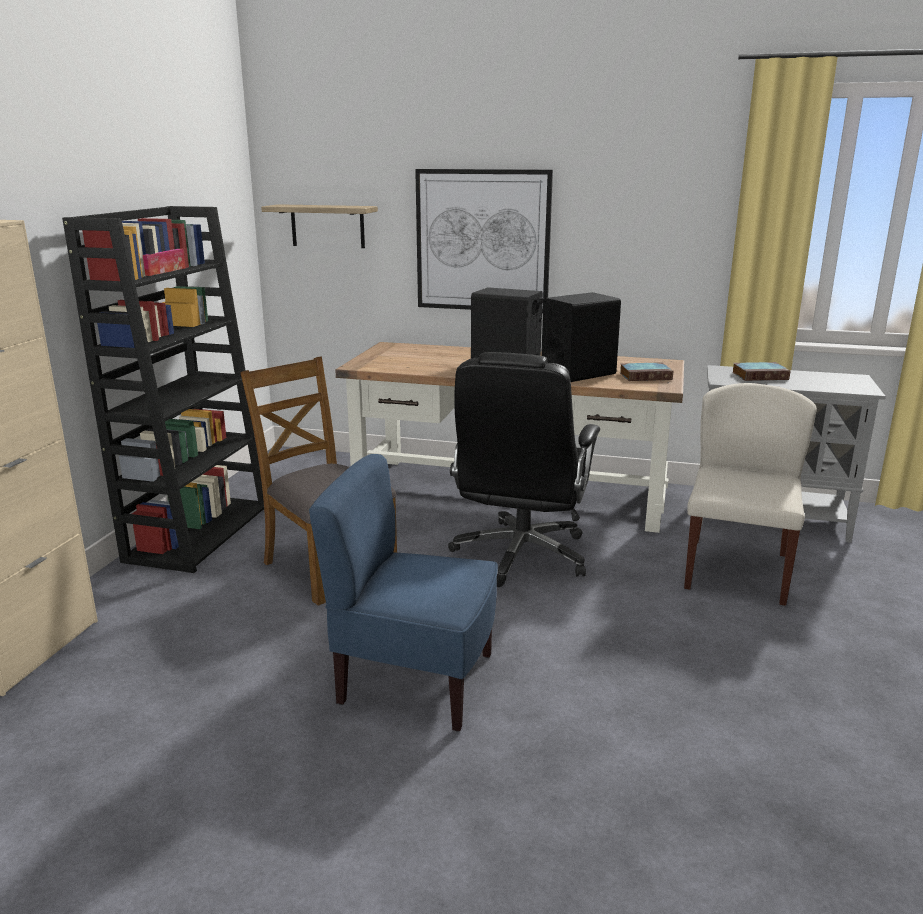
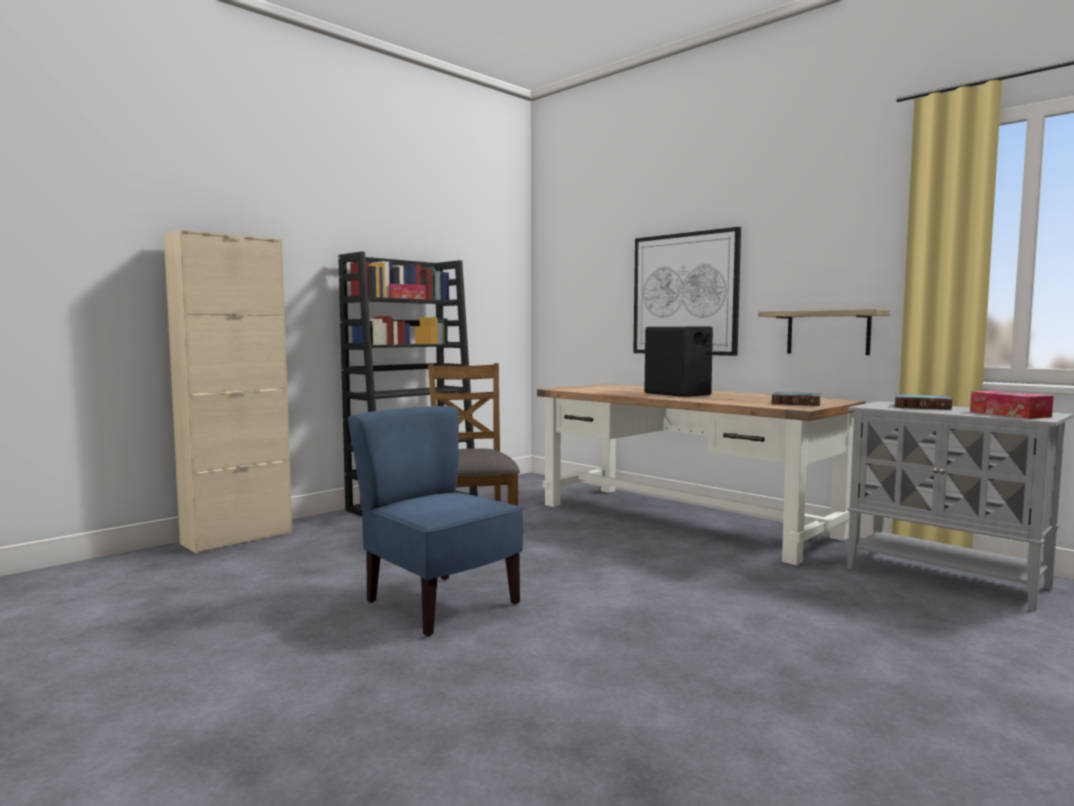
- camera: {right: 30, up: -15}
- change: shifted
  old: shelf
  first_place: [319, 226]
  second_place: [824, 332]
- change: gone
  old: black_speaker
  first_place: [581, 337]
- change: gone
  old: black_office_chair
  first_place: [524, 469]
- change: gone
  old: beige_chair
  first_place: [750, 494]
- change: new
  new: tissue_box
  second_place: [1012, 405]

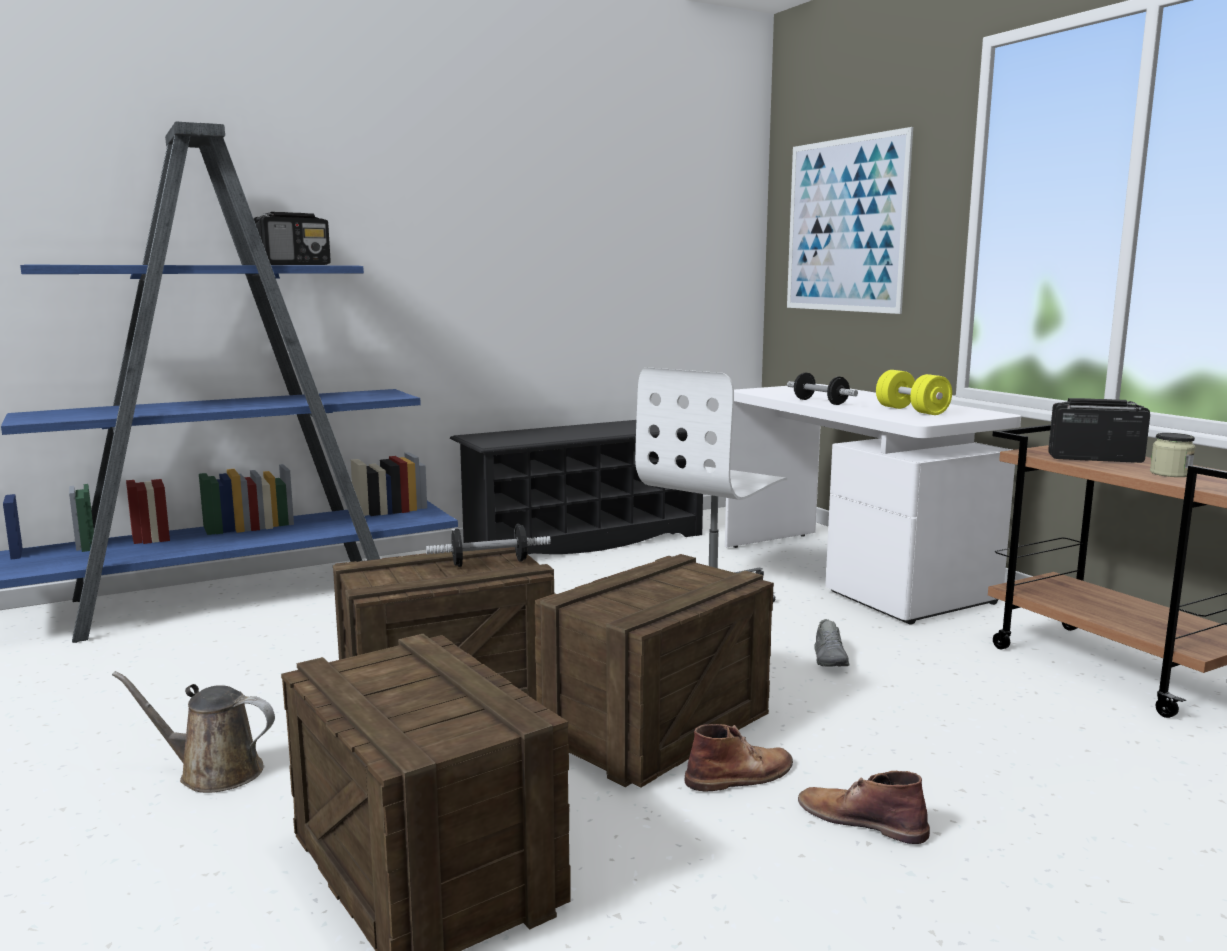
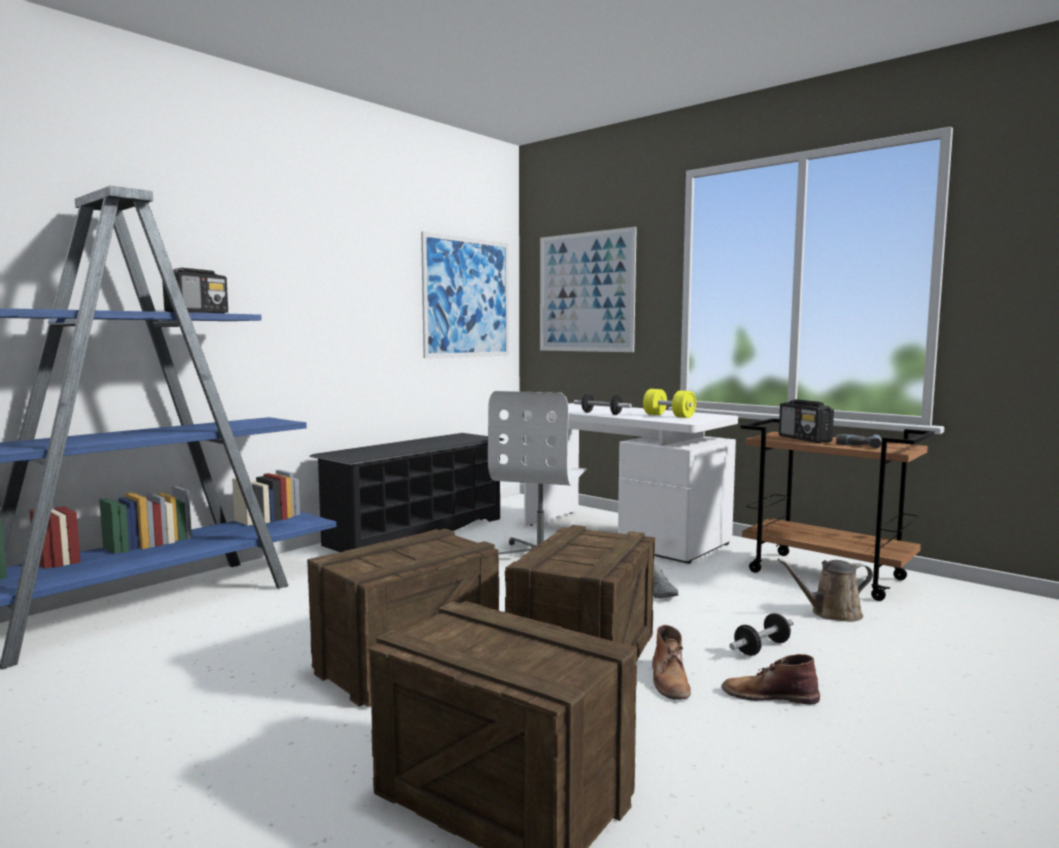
- camera: {right: -20, up: -5}
- change: rotated
  old: radio
  first_place: [1099, 430]
  second_place: [806, 421]
  degrees: -105
- change: swapped
  old: jar
  new: power_drill
  first_place: [1172, 455]
  second_place: [859, 441]
- change: shifted
  old: dumbbell
  first_place: [488, 545]
  second_place: [761, 634]
- change: shifted
  old: brown_watering_can
  first_place: [193, 732]
  second_place: [825, 590]
- change: rotated
  old: brown_boot
  first_place: [738, 758]
  second_place: [671, 662]
  degrees: 135
- change: new
  new: picture
  second_place: [465, 295]

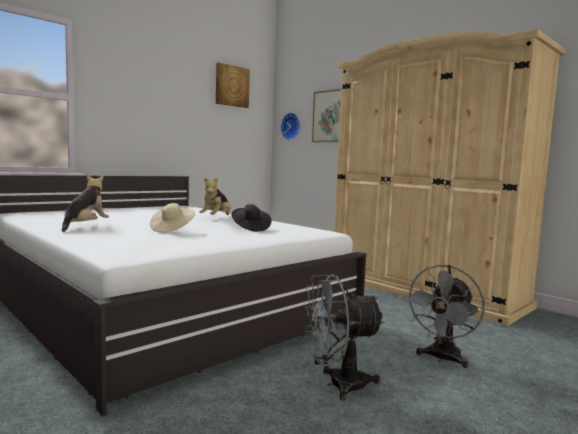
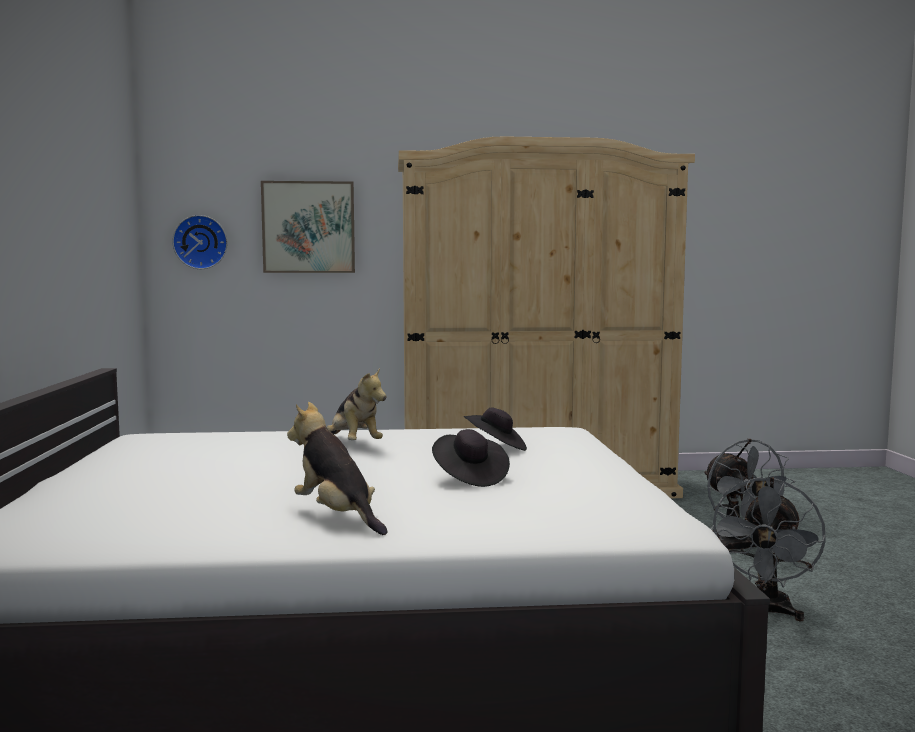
- camera: {right: -50, up: 0}
- change: gone
  old: picture
  first_place: [233, 85]
- change: repainted
  old: beige_hat
  new: black_hat
  first_place: [172, 217]
  second_place: [471, 458]

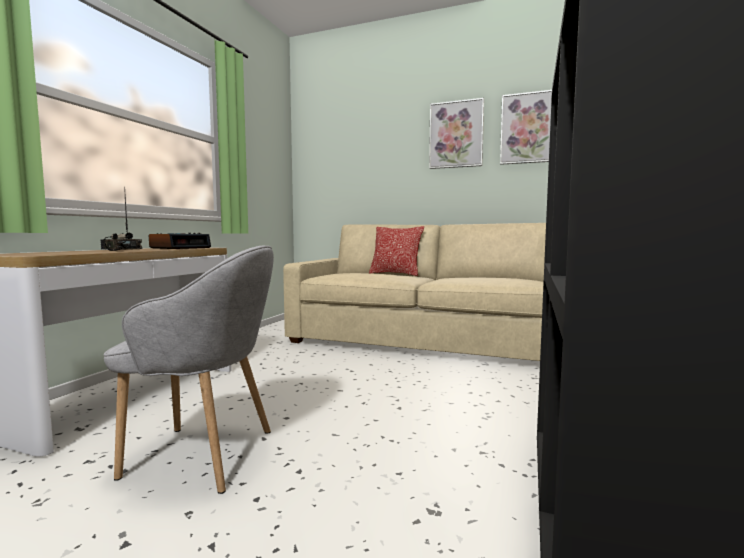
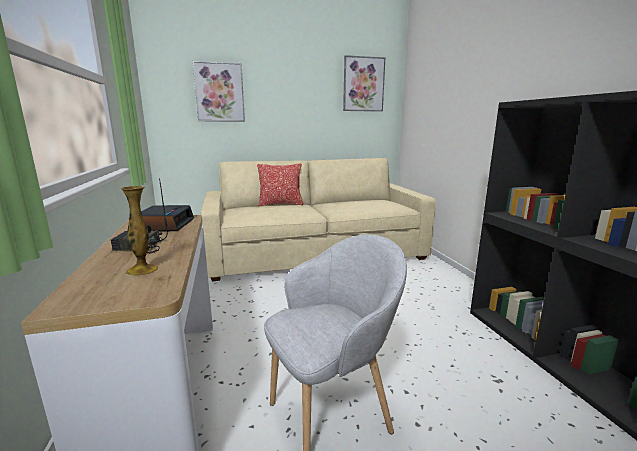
- camera: {right: -35, up: 10}
- change: shifted
  old: picture
  first_place: [456, 133]
  second_place: [219, 91]
- change: new
  new: vase
  second_place: [139, 231]

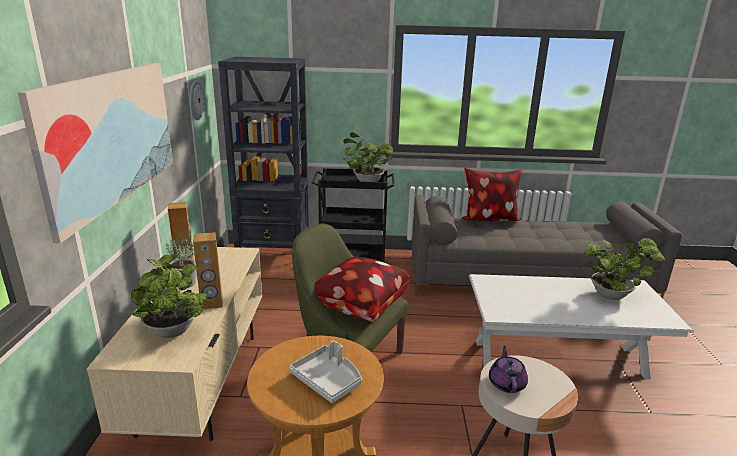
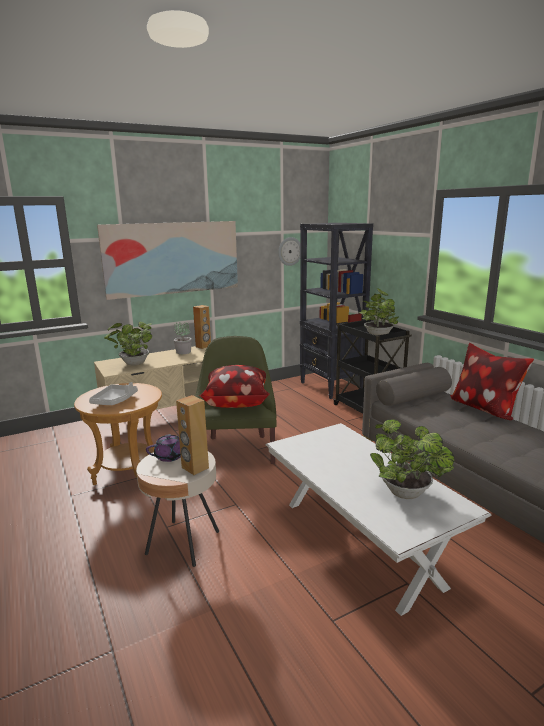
- camera: {right: 60, up: -5}
- change: shifted
  old: brown_speaker
  first_place: [208, 270]
  second_place: [192, 435]

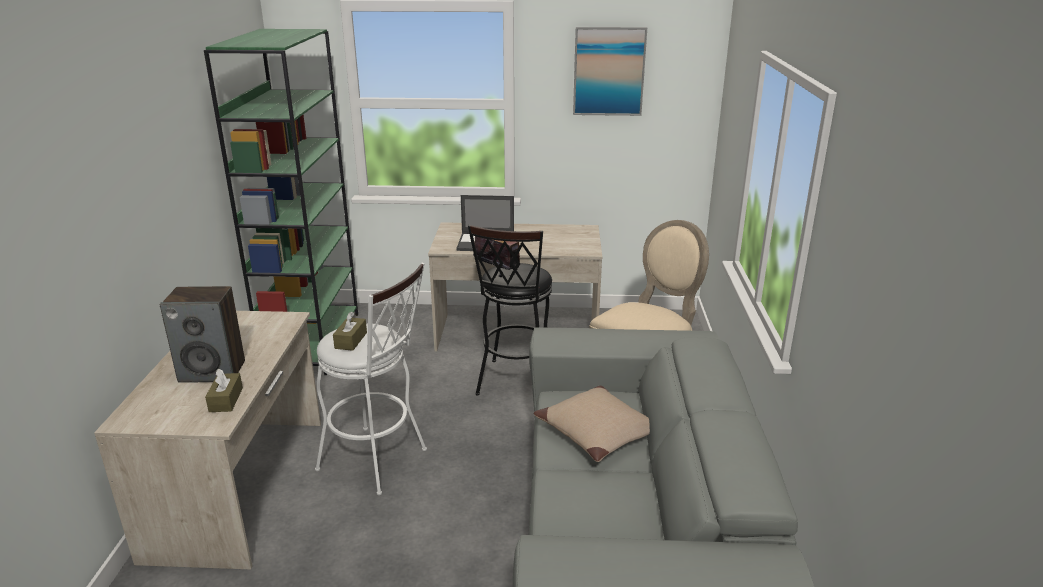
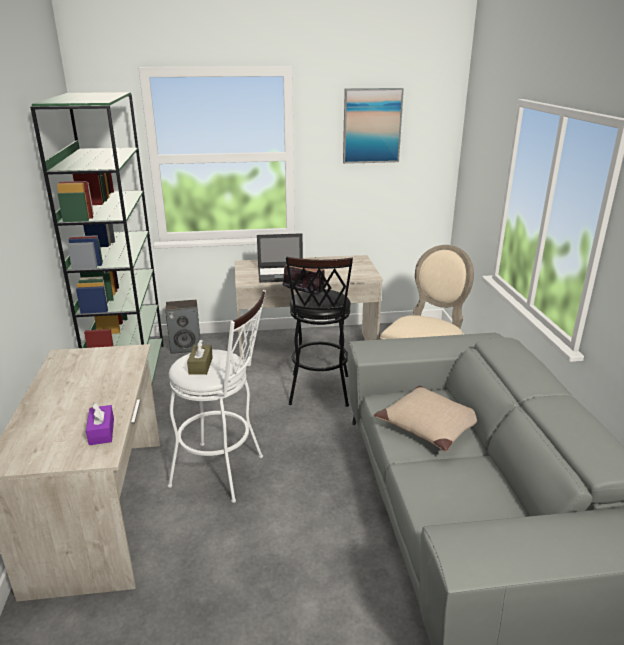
- camera: {right: -10, up: 0}
- change: shifted
  old: speaker
  first_place: [202, 334]
  second_place: [182, 327]
- change: repainted
  old: brown_tissue_box
  new: purple_tissue_box
  first_place: [224, 390]
  second_place: [100, 424]

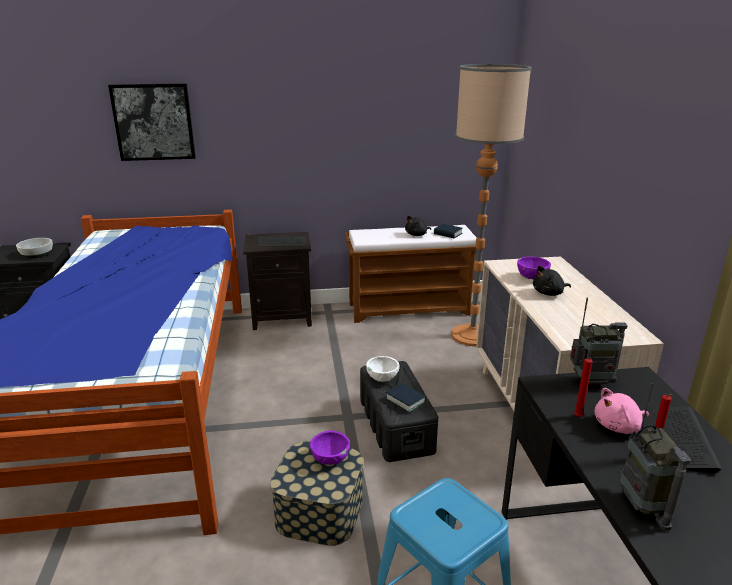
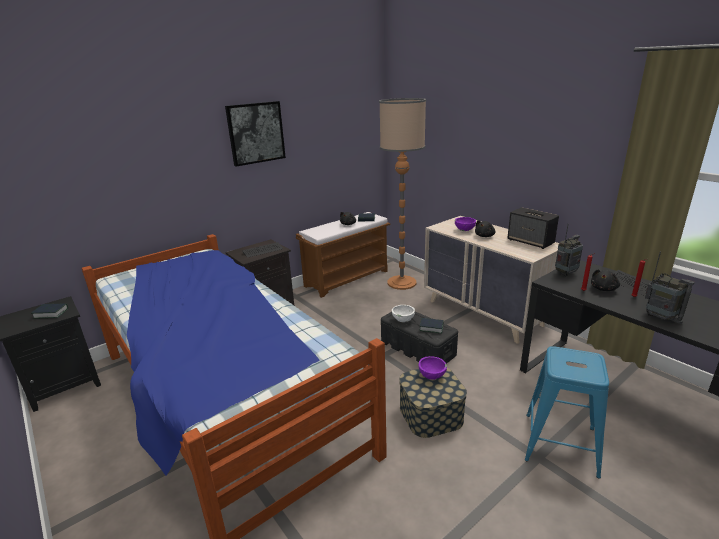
- camera: {right: -30, up: 0}
- change: shifted
  old: picture
  first_place: [152, 122]
  second_place: [255, 134]
- change: swapped
  old: bowl
  new: book
  first_place: [34, 248]
  second_place: [49, 311]
- change: repainted
  old: pink_plush_toy
  new: black_plush_toy
  first_place: [621, 411]
  second_place: [605, 280]
- change: new
  new: speaker
  second_place: [533, 228]

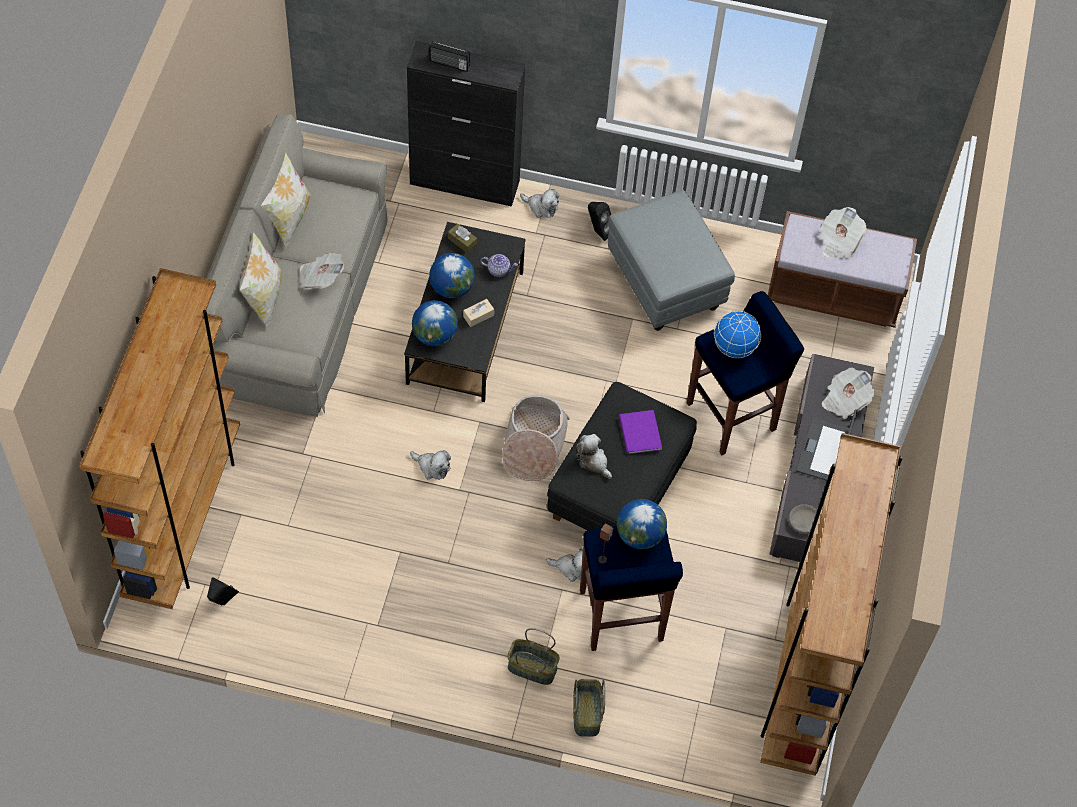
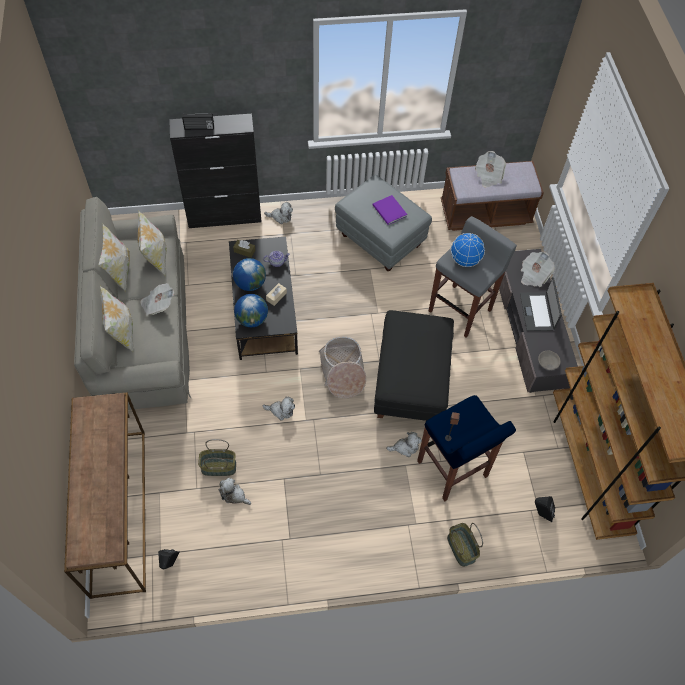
- camera: {right: -20, up: 0}
- change: shifted
  old: black_speaker
  first_place: [599, 221]
  second_place: [545, 509]
- change: swapped
  old: brown_bookcase
  new: brown_console_table
  first_place: [159, 438]
  second_place: [105, 495]
- change: repainted
  old: blue_stool
  new: grey_stool
  first_place: [745, 373]
  second_place: [473, 277]
- change: shifted
  old: purple_book
  first_place: [640, 432]
  second_place: [389, 210]
- change: shifted
  old: plush_toy
  first_place: [594, 456]
  second_place: [235, 491]
- change: gone
  old: globe
  first_place: [642, 524]
- change: shifted
  old: basket
  first_place: [533, 656]
  second_place: [217, 457]
- change: new
  new: pillow
  second_place: [152, 243]

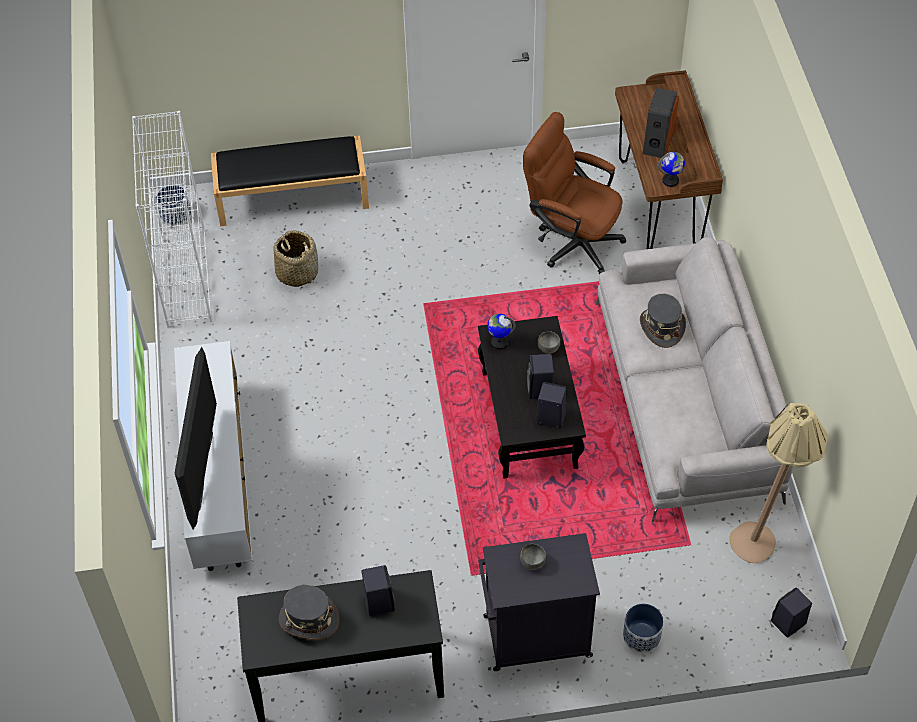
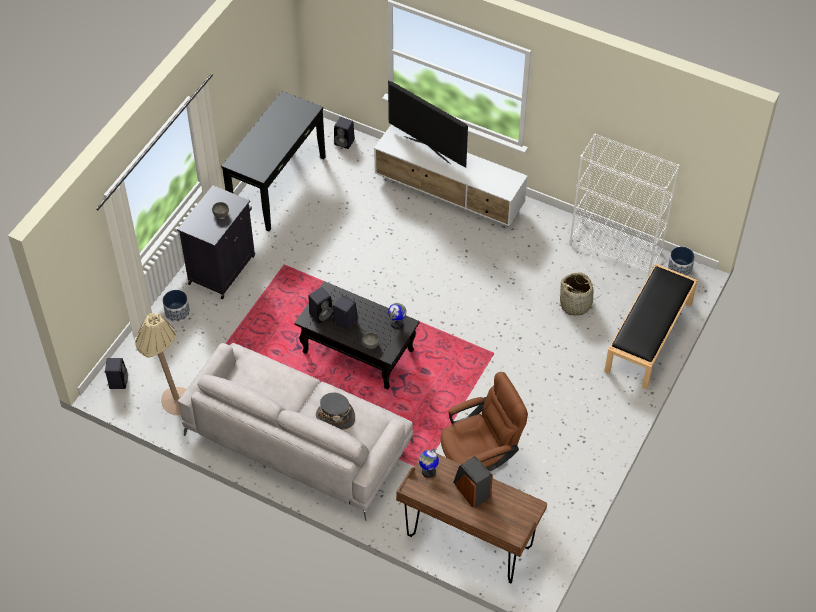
- camera: {right: 125, up: 0}
- change: shifted
  old: black_speaker
  first_place: [378, 590]
  second_place: [344, 133]
- change: gone
  old: grey_hat
  first_place: [309, 612]

